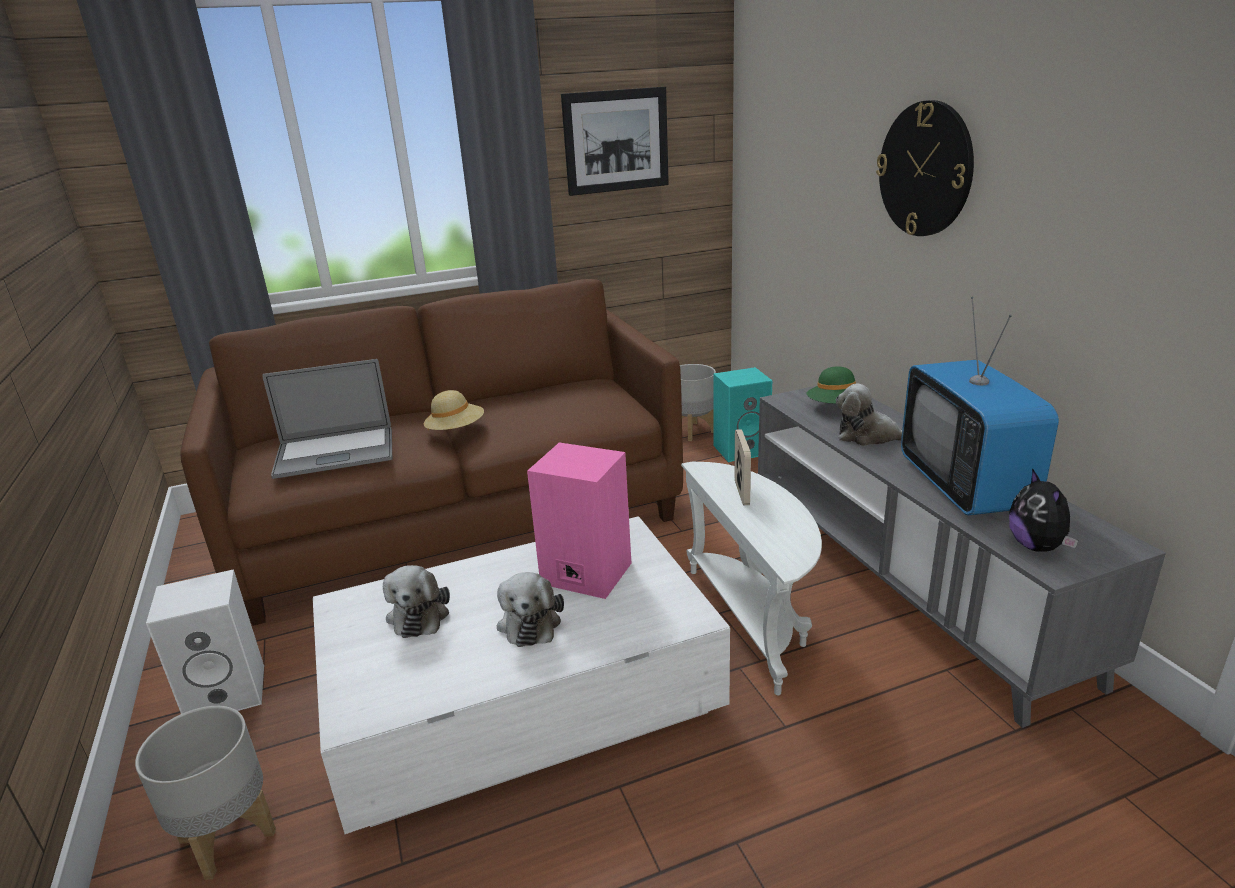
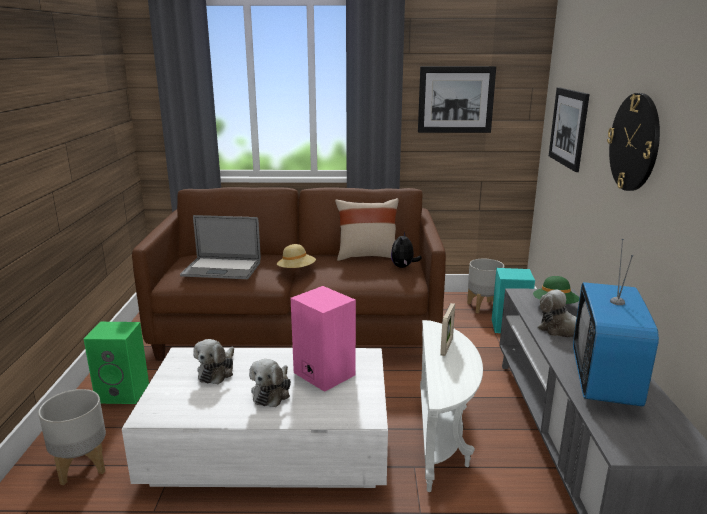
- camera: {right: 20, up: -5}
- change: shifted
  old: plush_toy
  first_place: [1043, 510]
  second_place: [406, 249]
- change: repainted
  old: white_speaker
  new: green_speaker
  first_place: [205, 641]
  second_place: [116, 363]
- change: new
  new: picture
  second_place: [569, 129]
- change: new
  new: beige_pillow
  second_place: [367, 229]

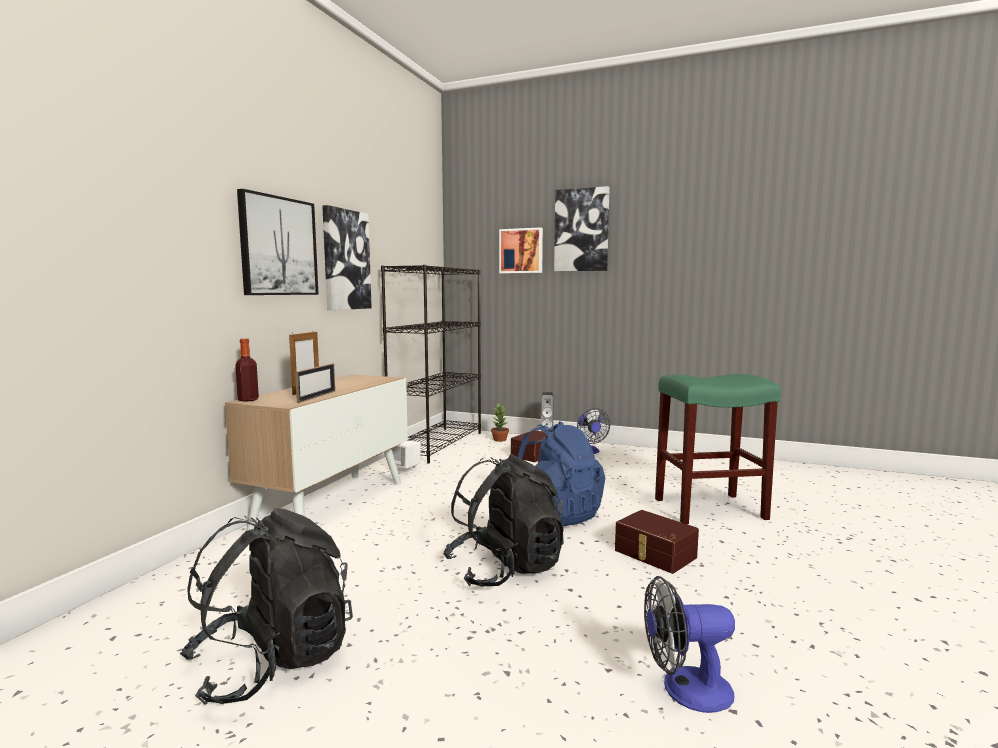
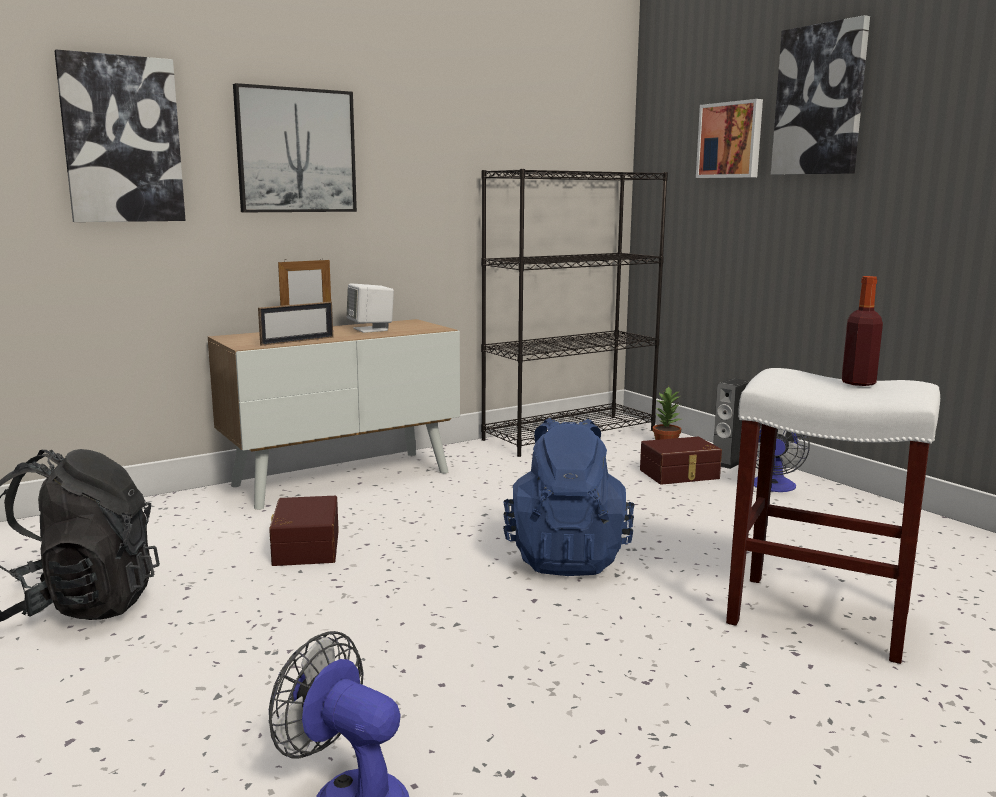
- camera: {right: 35, up: 5}
- change: shifted
  old: picture
  first_place: [347, 257]
  second_place: [120, 136]
- change: shifted
  old: bottle
  first_place: [247, 370]
  second_place: [862, 331]
- change: repainted
  old: green_stool
  new: white_stool
  first_place: [718, 449]
  second_place: [833, 516]
- change: shifted
  old: white_speaker
  first_place: [406, 457]
  second_place: [370, 308]
- change: gone
  old: black_backpack
  first_place: [503, 520]
- change: shifted
  old: brown_storage_box
  first_place: [657, 542]
  second_place: [304, 531]

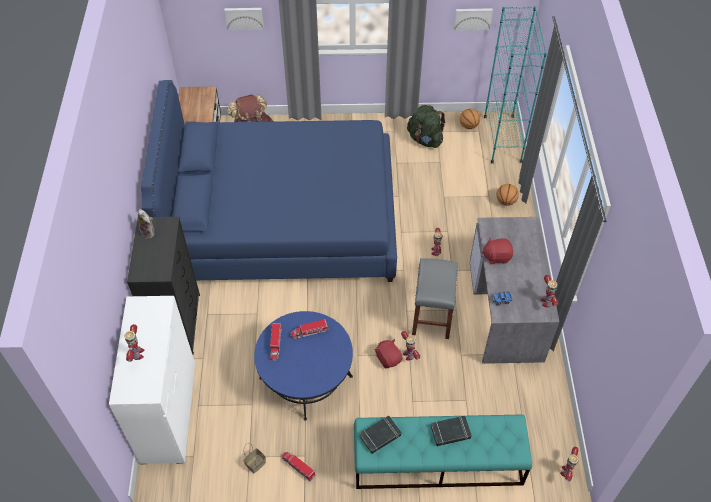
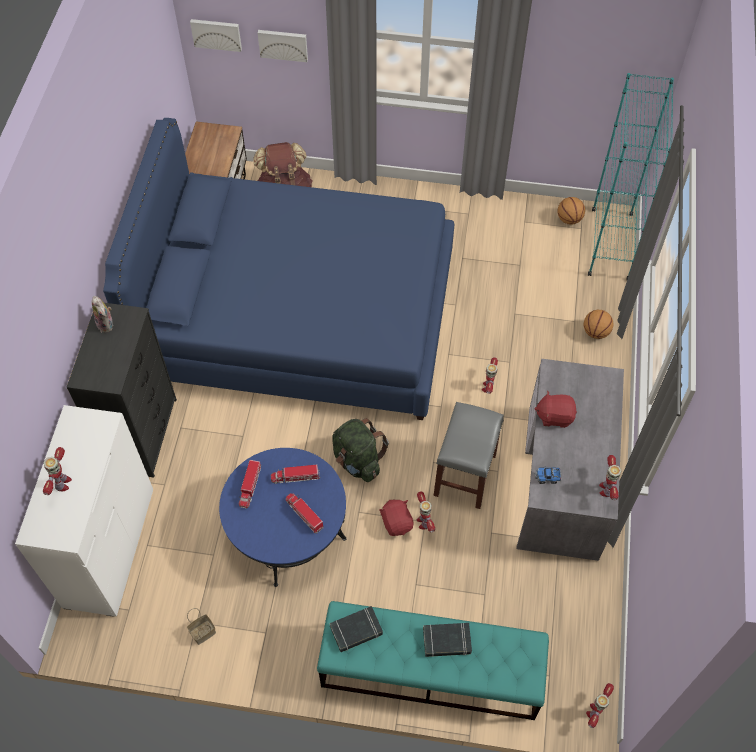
- camera: {right: 10, up: 5}
- change: shifted
  old: picture
  first_place: [473, 19]
  second_place: [216, 35]
- change: shifted
  old: green_backpack
  first_place: [426, 126]
  second_place: [360, 450]
- change: shifted
  old: toy_truck
  first_place: [298, 466]
  second_place: [305, 513]

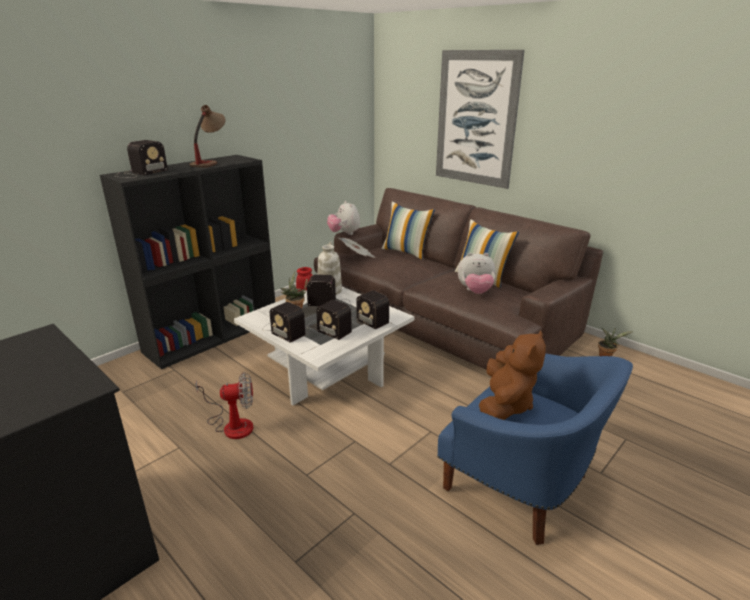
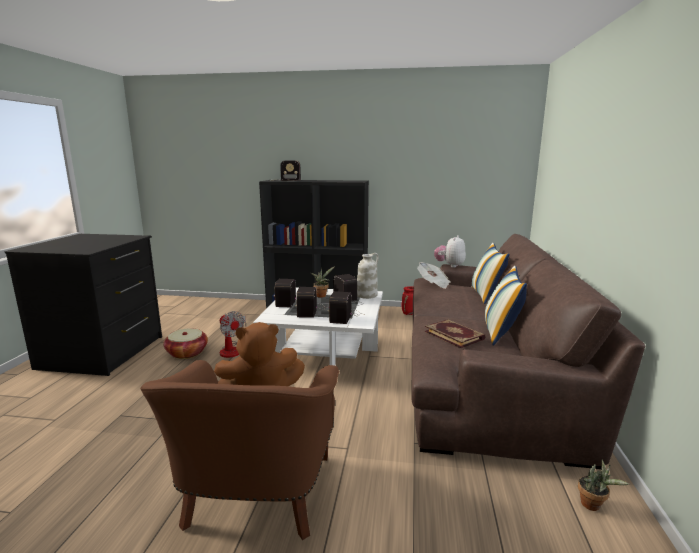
- camera: {right: 55, up: -10}
- change: gone
  old: picture
  first_place: [480, 119]
- change: gone
  old: table_lamp
  first_place: [207, 136]
- change: swapped
  old: plush_toy
  new: book
  first_place: [476, 273]
  second_place: [455, 333]
- change: repainted
  old: blue_armchair
  new: brown_armchair
  first_place: [535, 449]
  second_place: [239, 450]
- change: new
  new: basket
  second_place: [185, 344]

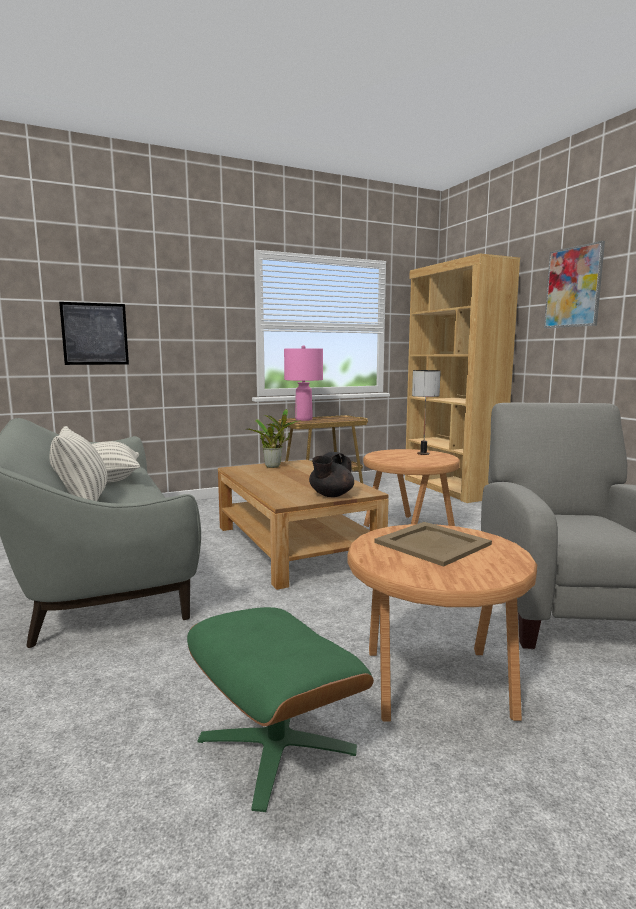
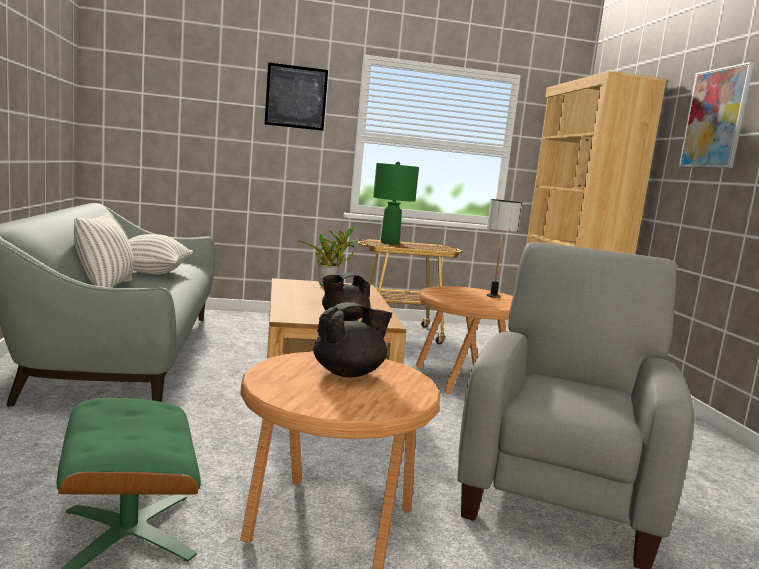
- camera: {right: 15, up: 0}
- change: shifted
  old: picture
  first_place: [94, 333]
  second_place: [296, 96]
- change: repainted
  old: pink_table_lamp
  new: green_table_lamp
  first_place: [303, 383]
  second_place: [396, 203]
- change: swapped
  old: beige_tray
  new: black_teapot
  first_place: [433, 544]
  second_place: [352, 339]

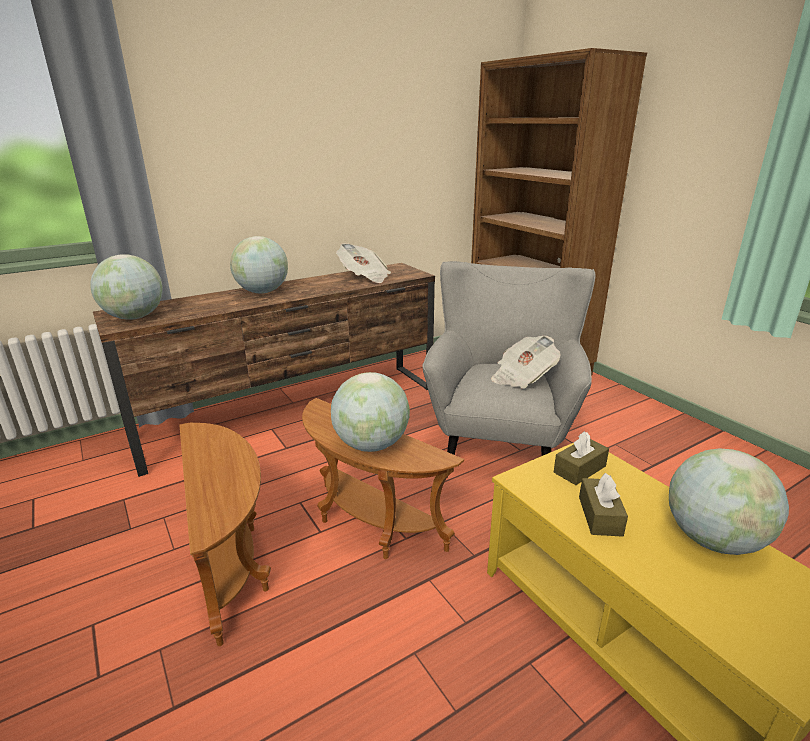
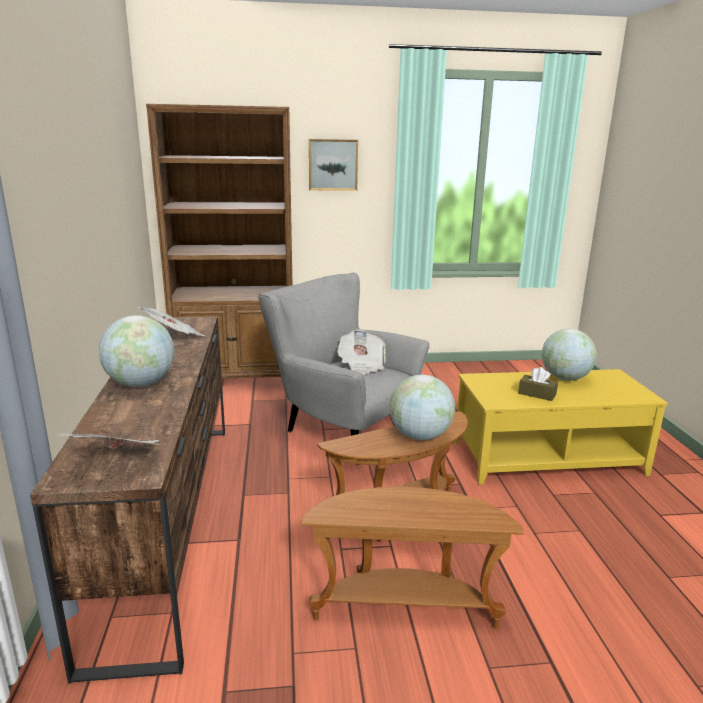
- camera: {right: -65, up: -5}
- change: swapped
  old: globe
  new: newspaper
  first_place: [126, 287]
  second_place: [108, 441]
- change: gone
  old: brown_tissue_box
  first_place: [581, 458]
- change: new
  new: picture
  second_place: [333, 165]

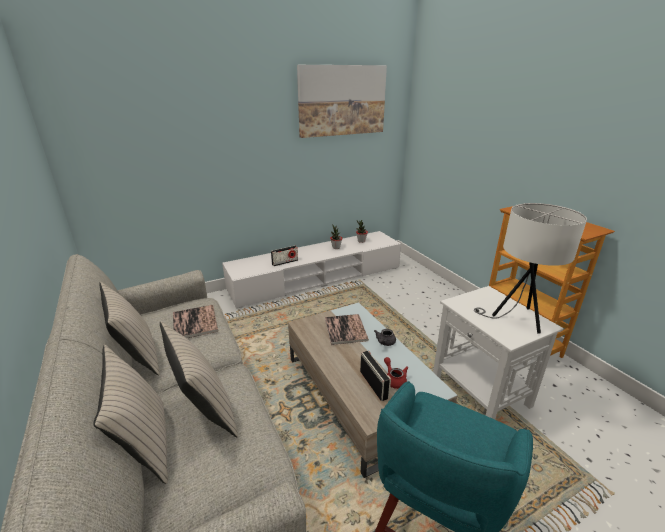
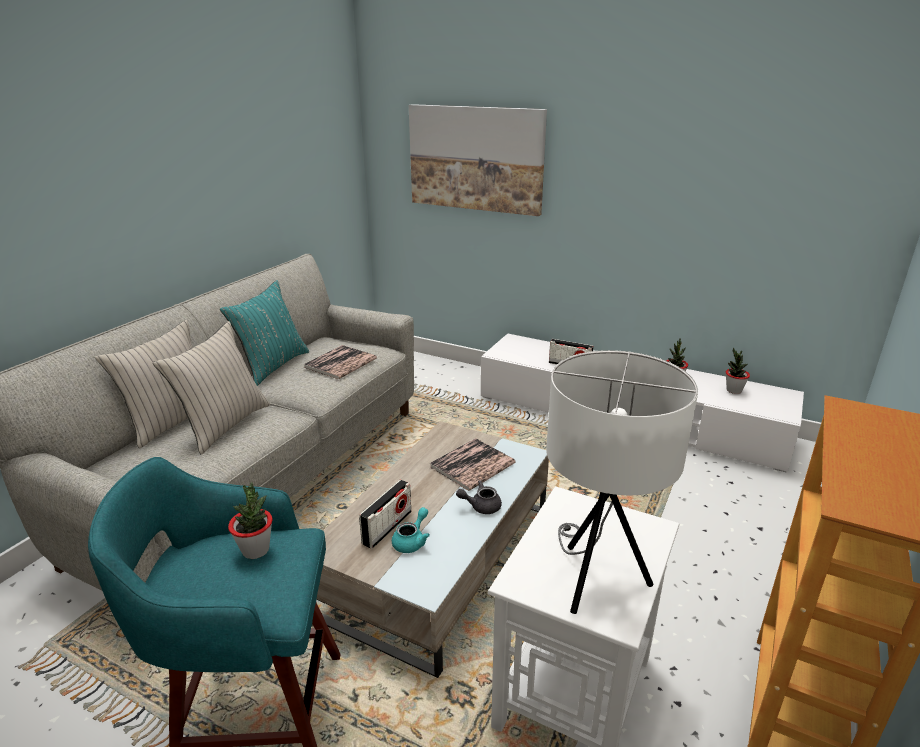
- camera: {right: 55, up: 0}
- change: shifted
  old: picture
  first_place: [342, 101]
  second_place: [478, 160]
- change: repainted
  old: beige_pillow
  new: turquoise_pillow
  first_place: [129, 329]
  second_place: [264, 333]
- change: repainted
  old: red_teapot
  new: turquoise_teapot
  first_place: [396, 373]
  second_place: [411, 530]
- change: new
  new: potted_plant
  second_place: [250, 520]

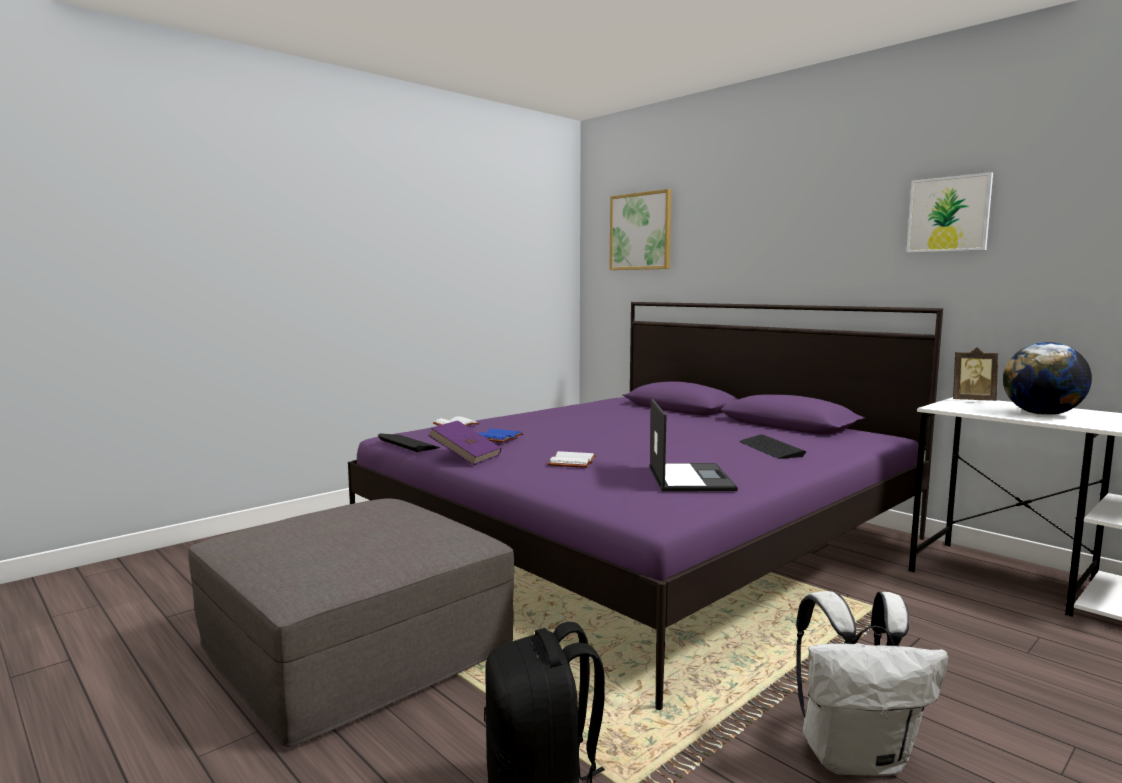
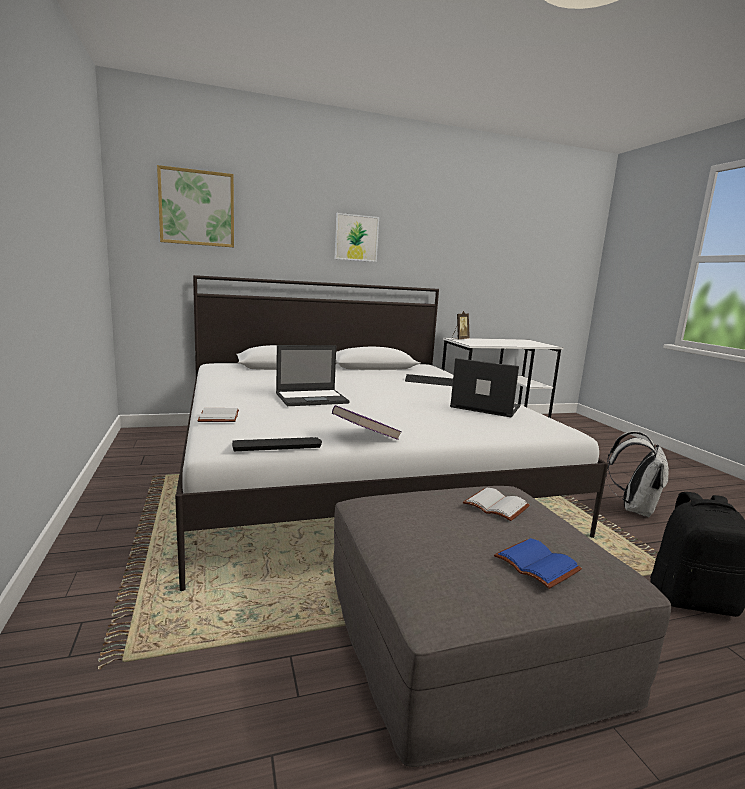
- camera: {right: -65, up: 5}
- change: shifted
  old: picture
  first_place: [949, 212]
  second_place: [357, 237]
- change: repainted
  old: purple_bed
  new: white_bed
  first_place: [645, 506]
  second_place: [391, 433]
- change: gone
  old: globe
  first_place: [1047, 378]
- change: shifted
  old: blue_book
  first_place: [501, 435]
  second_place: [538, 563]
- change: shifted
  old: white_book
  first_place: [572, 459]
  second_place: [496, 504]
- change: new
  new: laptop
  second_place: [313, 375]

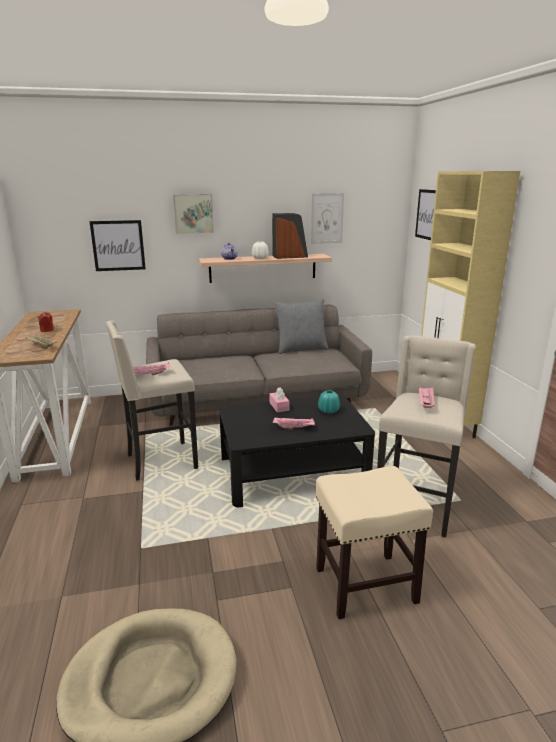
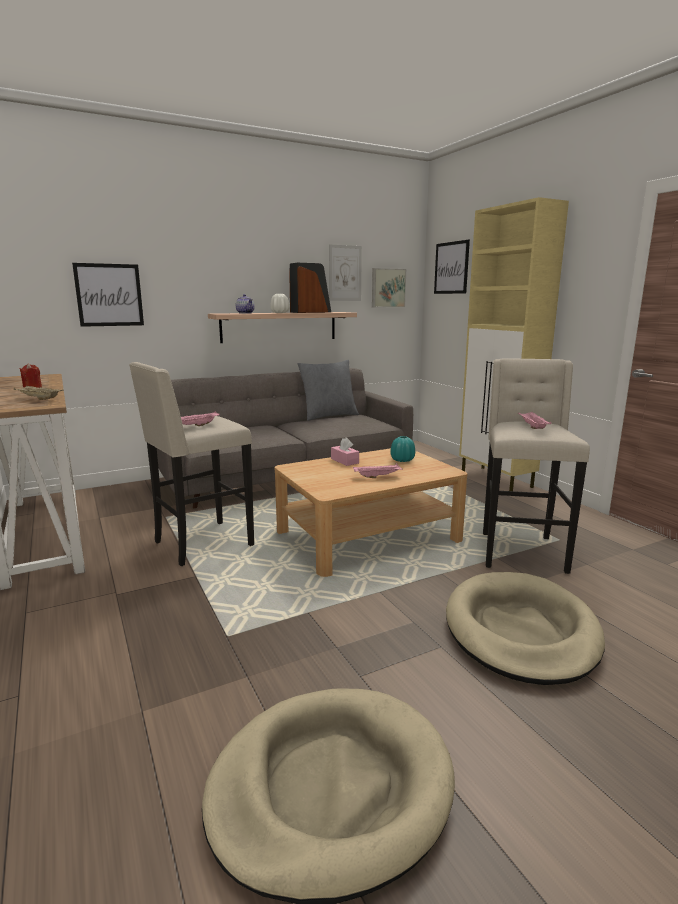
- camera: {right: -15, up: -5}
- change: shifted
  old: picture
  first_place: [193, 214]
  second_place: [389, 287]
- change: repainted
  old: black_coffee_table
  new: beige_coffee_table
  first_place: [297, 450]
  second_place: [371, 512]
- change: swapped
  old: beige_stool
  new: beige_dog_bed
  first_place: [374, 542]
  second_place: [525, 628]

